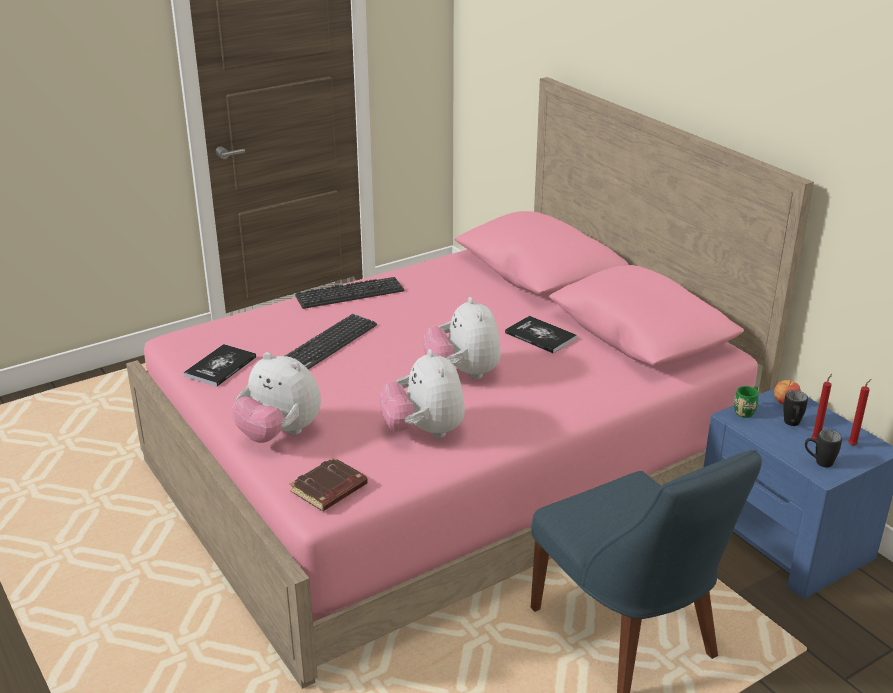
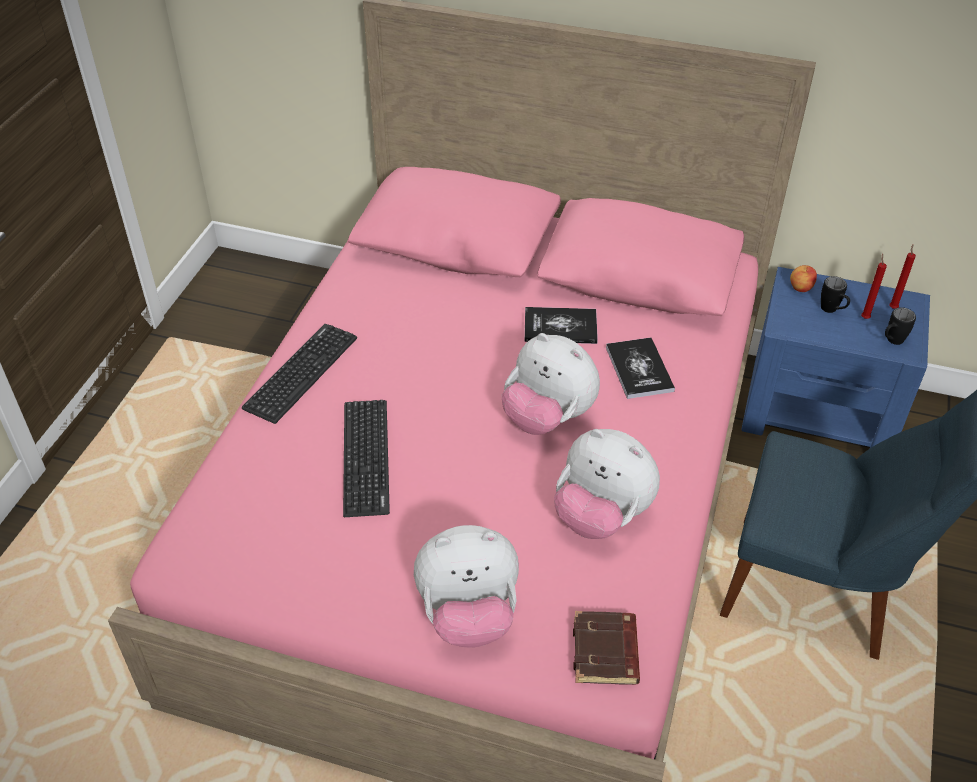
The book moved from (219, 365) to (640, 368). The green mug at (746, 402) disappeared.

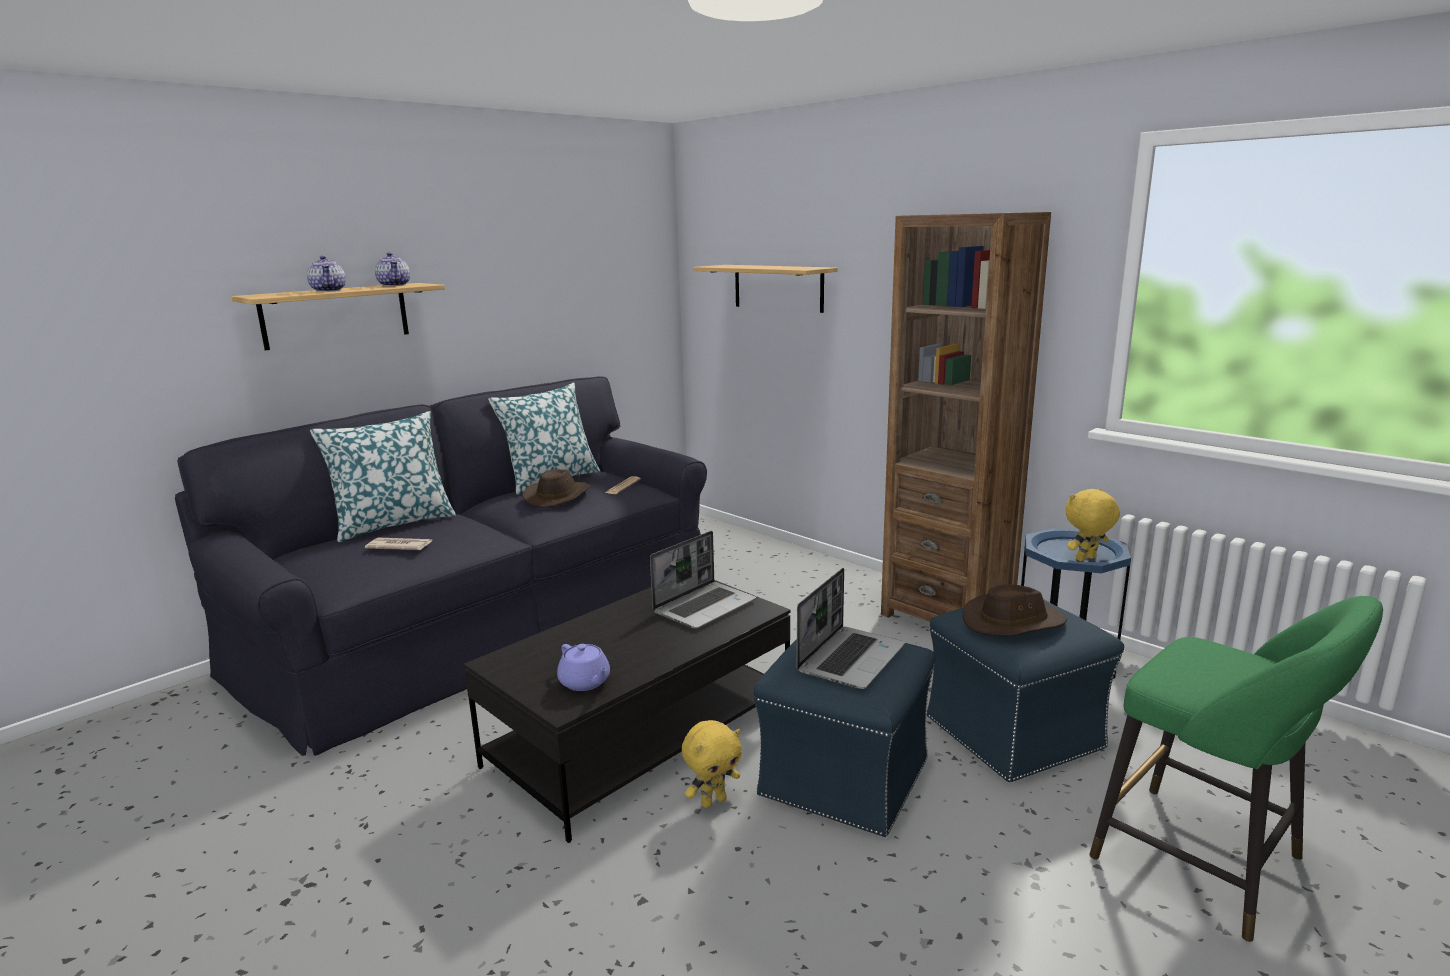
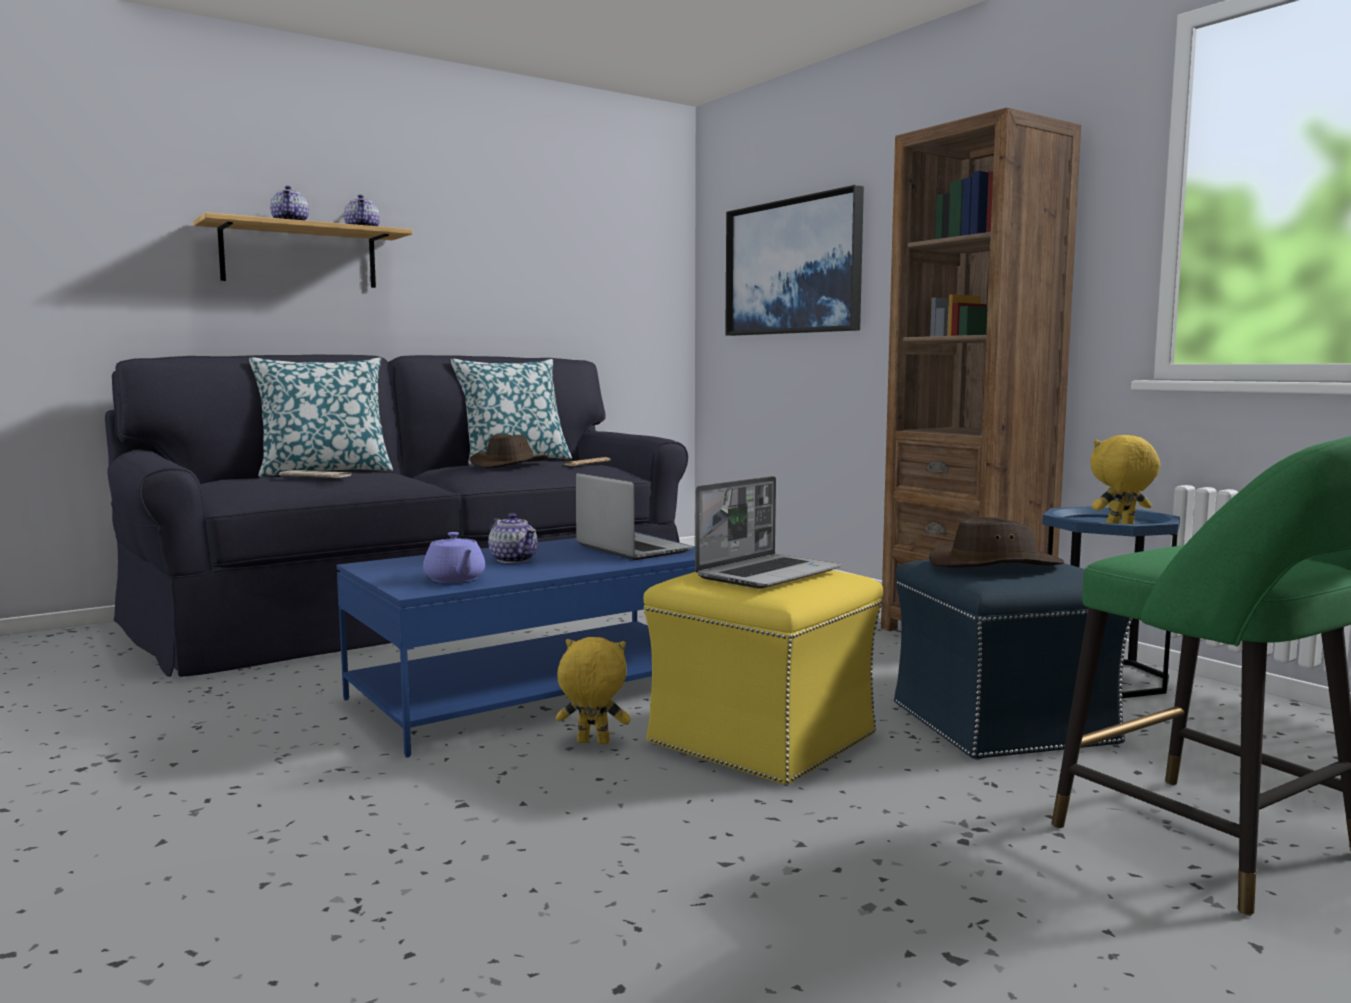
The black coffee table at (627, 711) became the blue coffee table at (516, 644). The teapot at (513, 538) appeared. The yellow plush toy at (712, 764) turned 150 degrees counterclockwise. The laptop at (703, 580) turned 90 degrees counterclockwise. The blue ottoman at (844, 738) became the yellow ottoman at (763, 678). The shelf at (765, 289) was replaced by the picture at (794, 260).

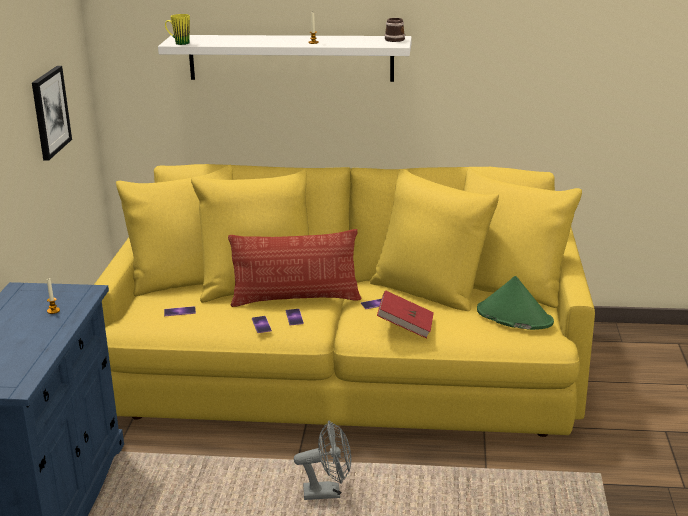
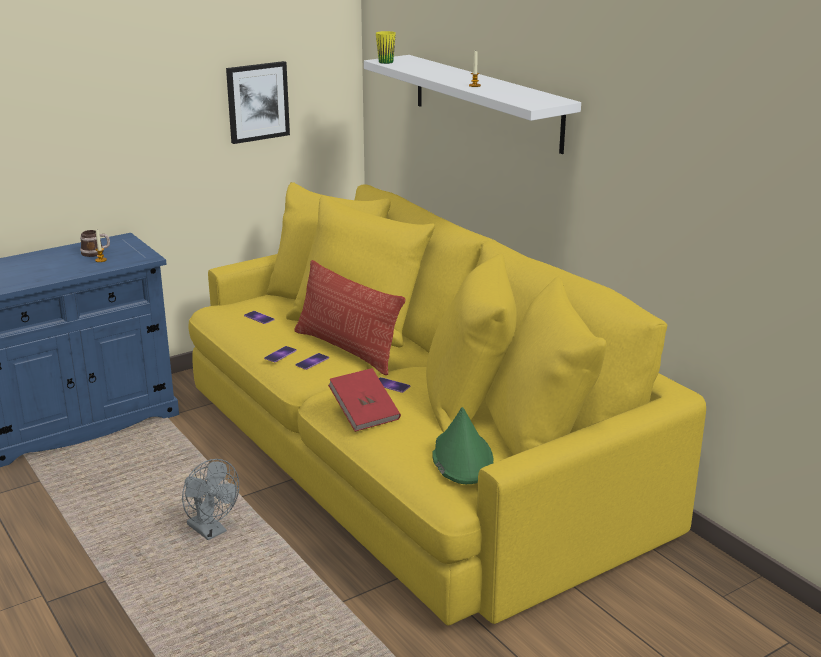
The mug moved from (394, 30) to (95, 243).

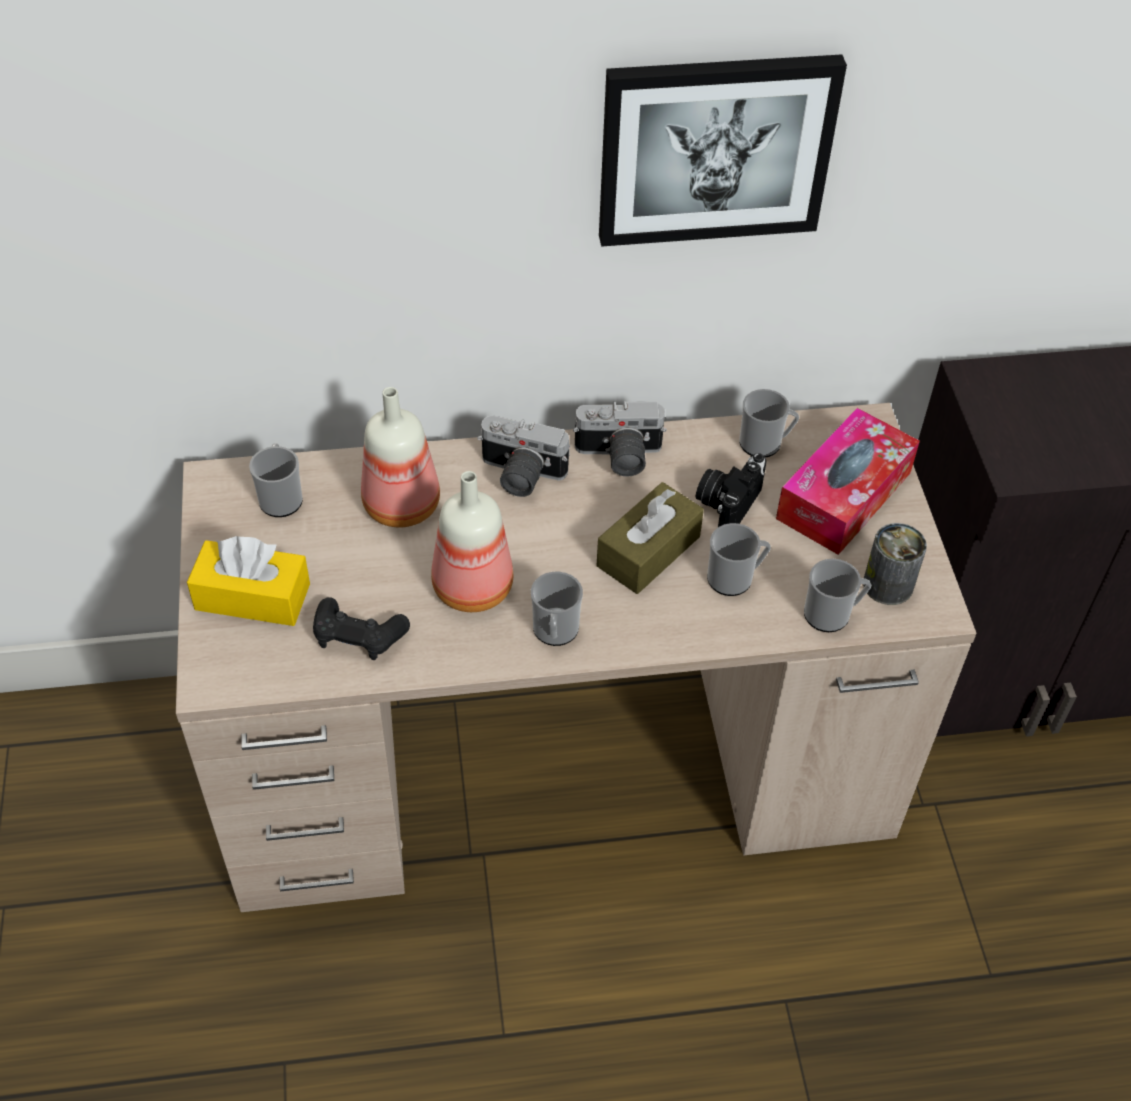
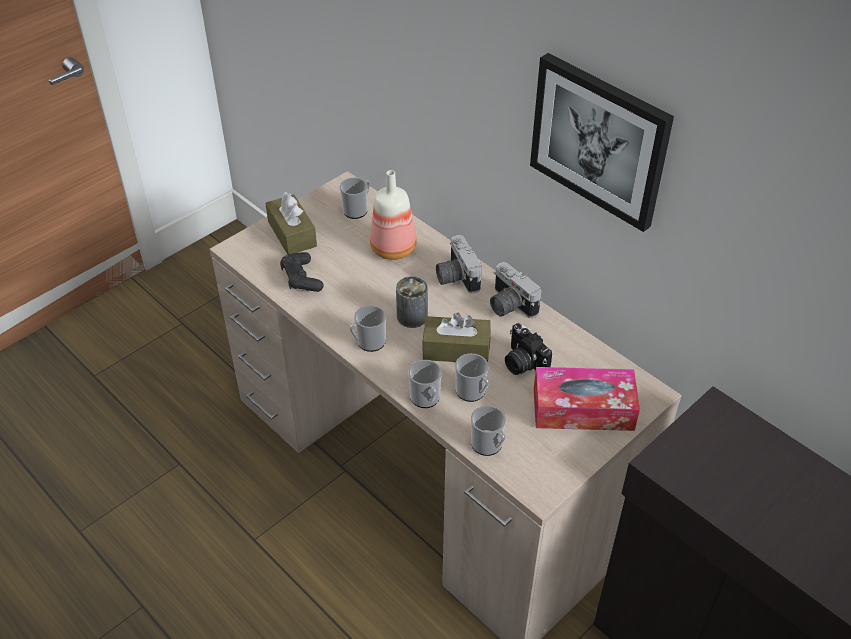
The yellow tissue box at (248, 581) became the brown tissue box at (291, 223). The can moved from (895, 564) to (412, 302). The mug moved from (769, 423) to (425, 384). The photo camera at (731, 490) turned 120 degrees counterclockwise. The bottle at (472, 541) disappeared.

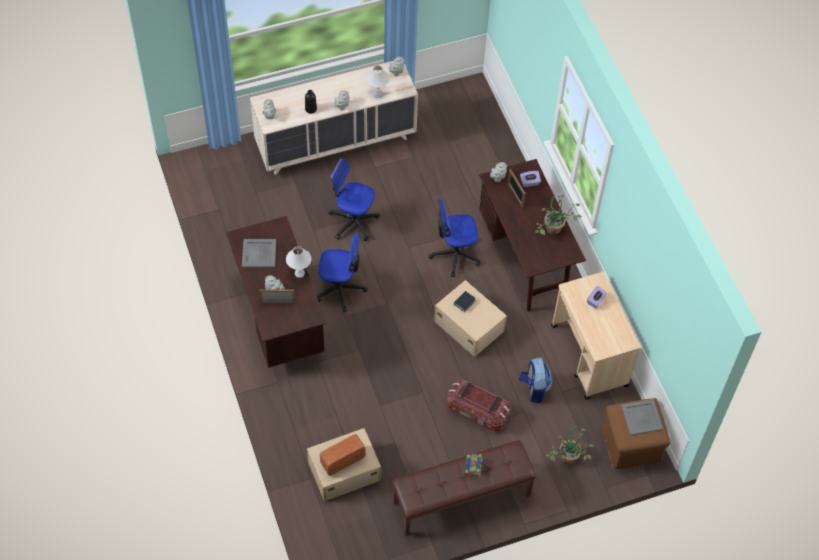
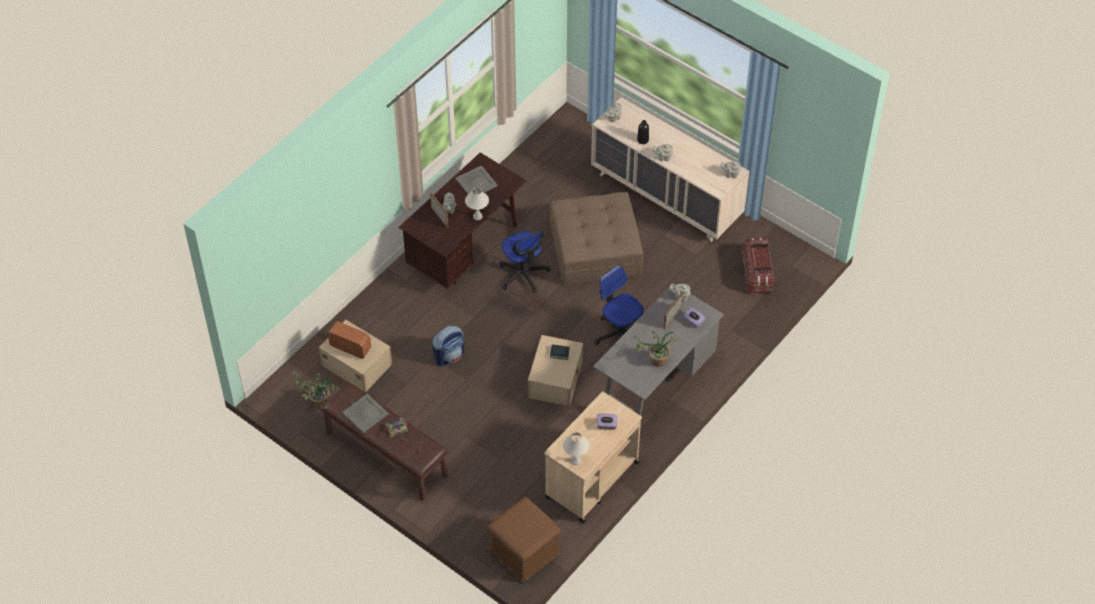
The potted plant moved from (569, 445) to (316, 390). The grey tray moved from (642, 417) to (365, 413). The backpack moved from (535, 380) to (448, 345). The office chair at (354, 199) was replaced by the brown ottoman at (596, 238). The white table lamp moved from (378, 82) to (576, 448). The brown desk at (532, 235) became the grey desk at (658, 349). The storage box moved from (479, 405) to (758, 265).

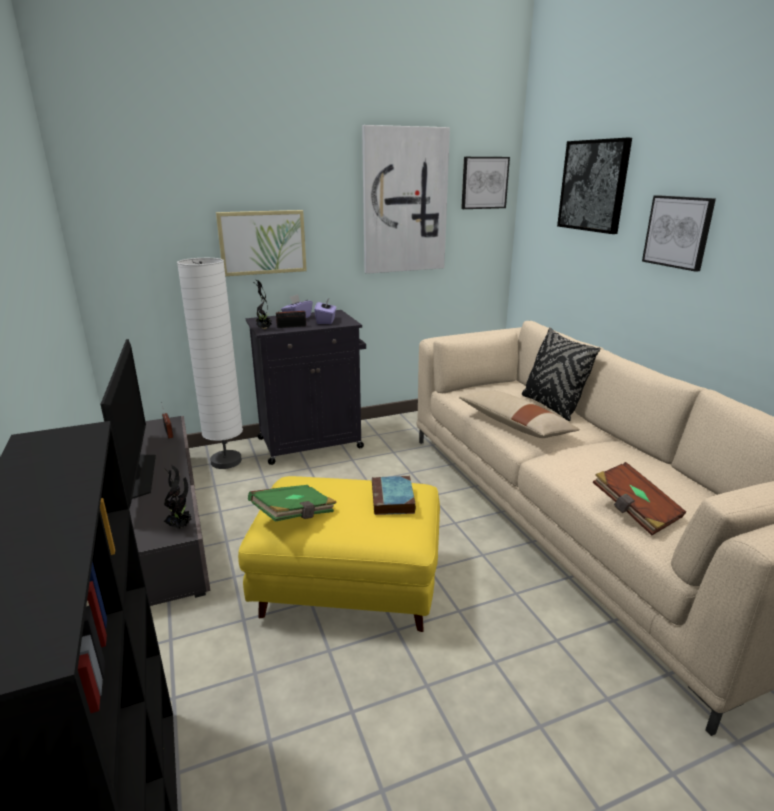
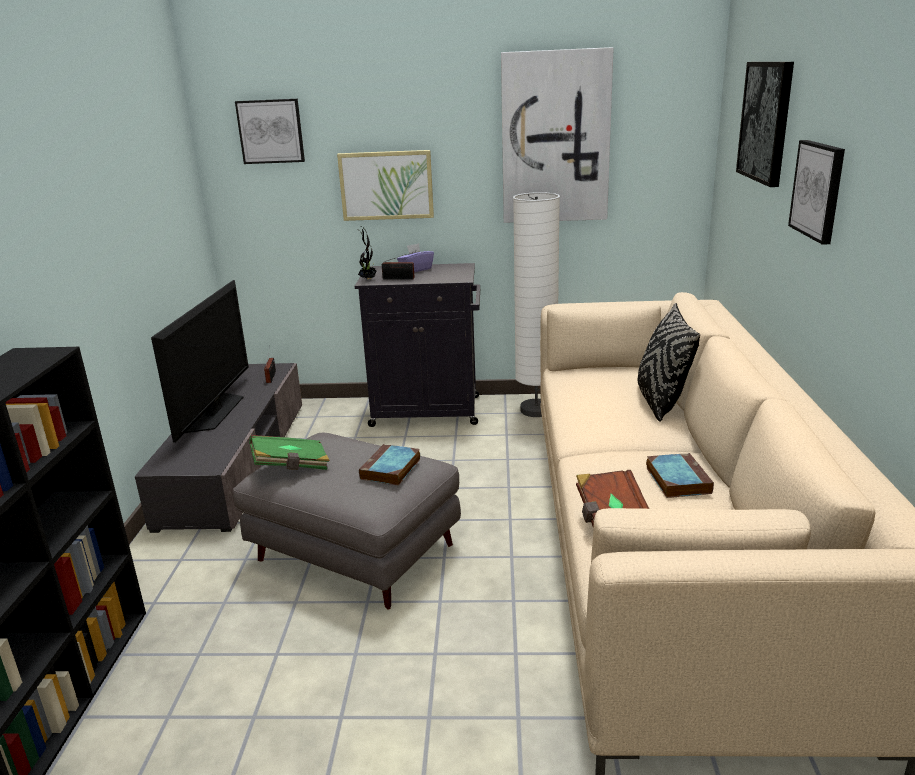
The yellow ottoman at (339, 554) became the grey ottoman at (347, 521). The picture moved from (485, 183) to (270, 131). The white floor lamp moved from (210, 363) to (536, 304). The book at (680, 475) appeared. The potted plant at (177, 497) disappeared. The purple tissue box at (325, 310) disappeared. The beige pillow at (519, 414) disappeared.

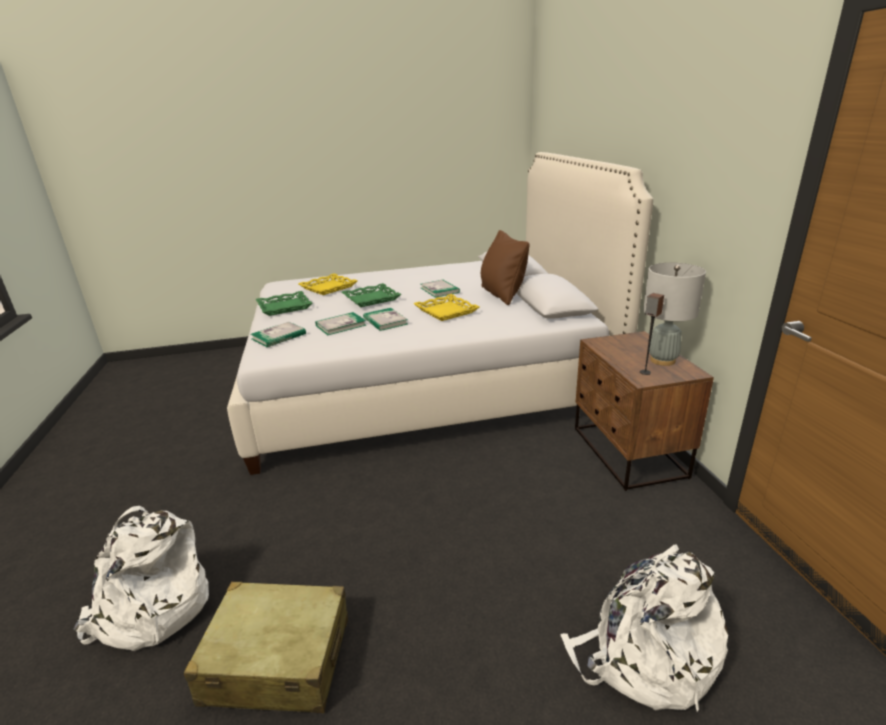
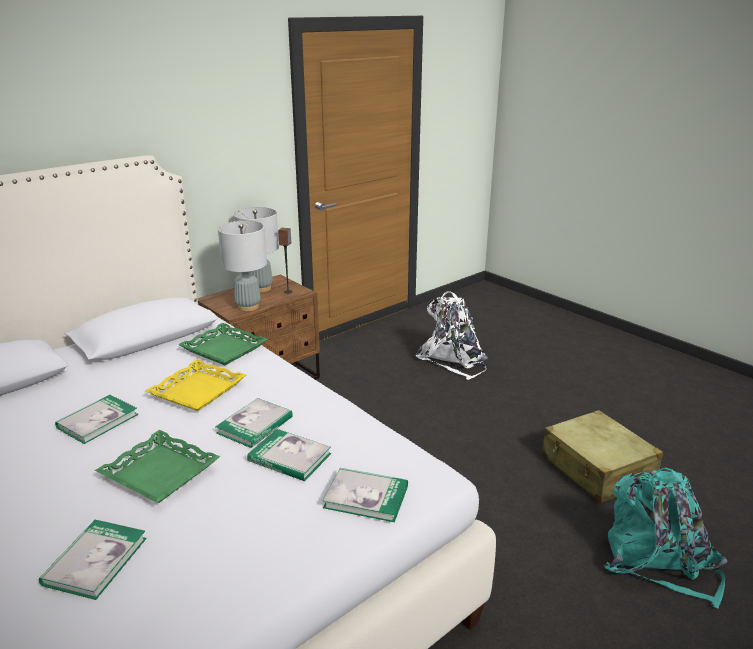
The yellow tray at (327, 284) was replaced by the book at (93, 560). The green tray moved from (284, 303) to (223, 344). The grey table lamp at (242, 266) appeared. The white backpack at (141, 578) became the turquoise backpack at (666, 538). The brown pillow at (505, 267) disappeared.

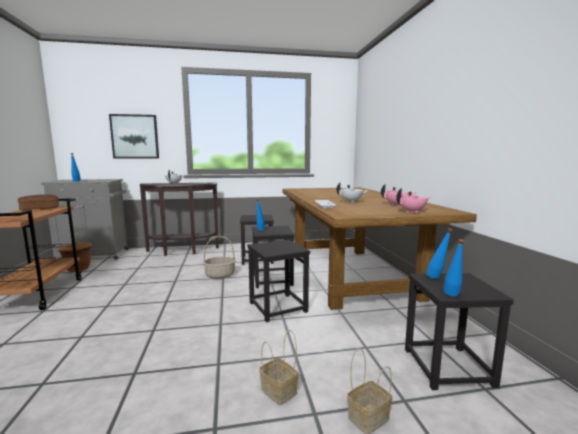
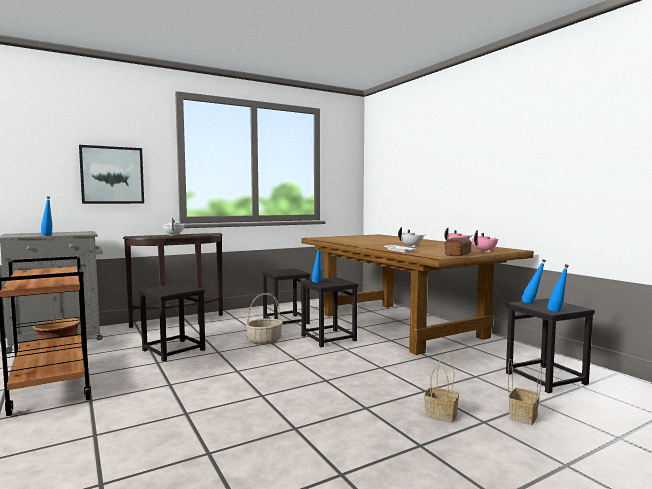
The black stool moved from (278, 281) to (172, 322). The bread moved from (38, 202) to (458, 246).

